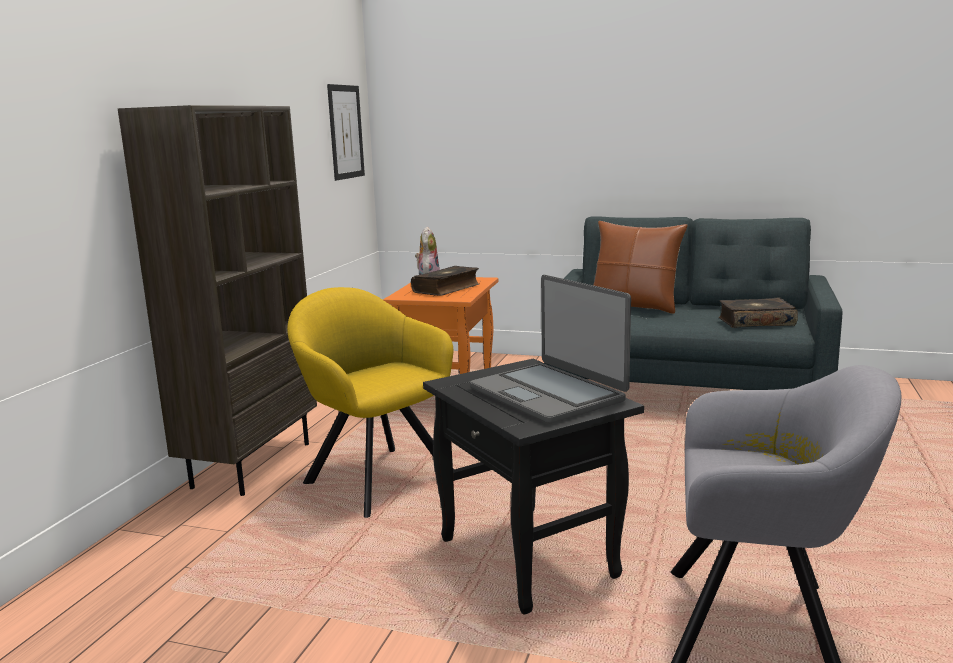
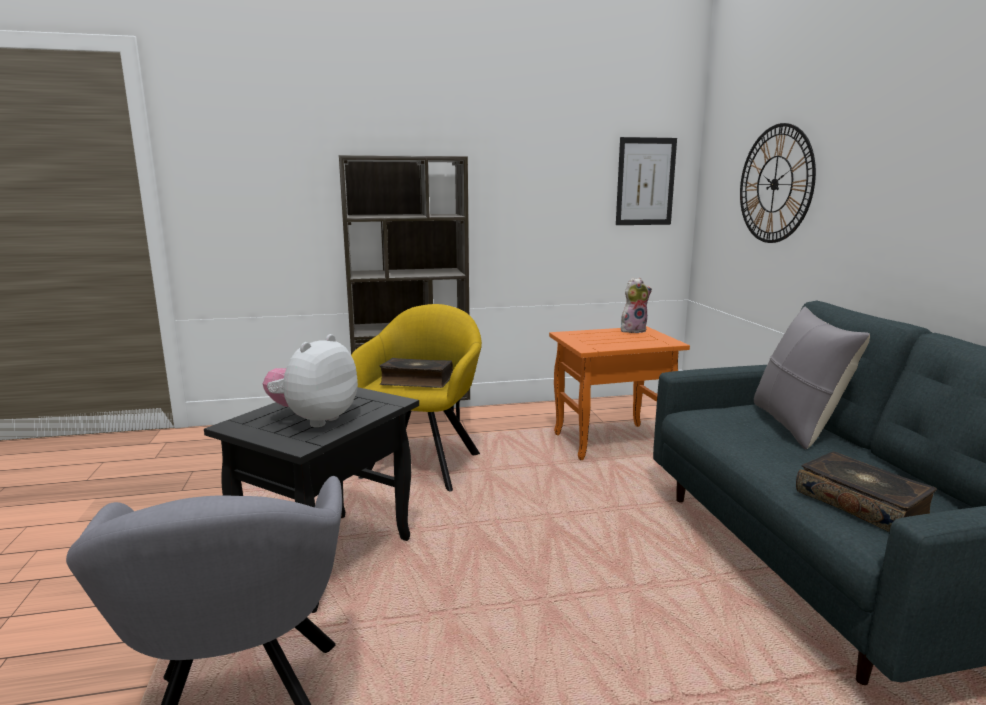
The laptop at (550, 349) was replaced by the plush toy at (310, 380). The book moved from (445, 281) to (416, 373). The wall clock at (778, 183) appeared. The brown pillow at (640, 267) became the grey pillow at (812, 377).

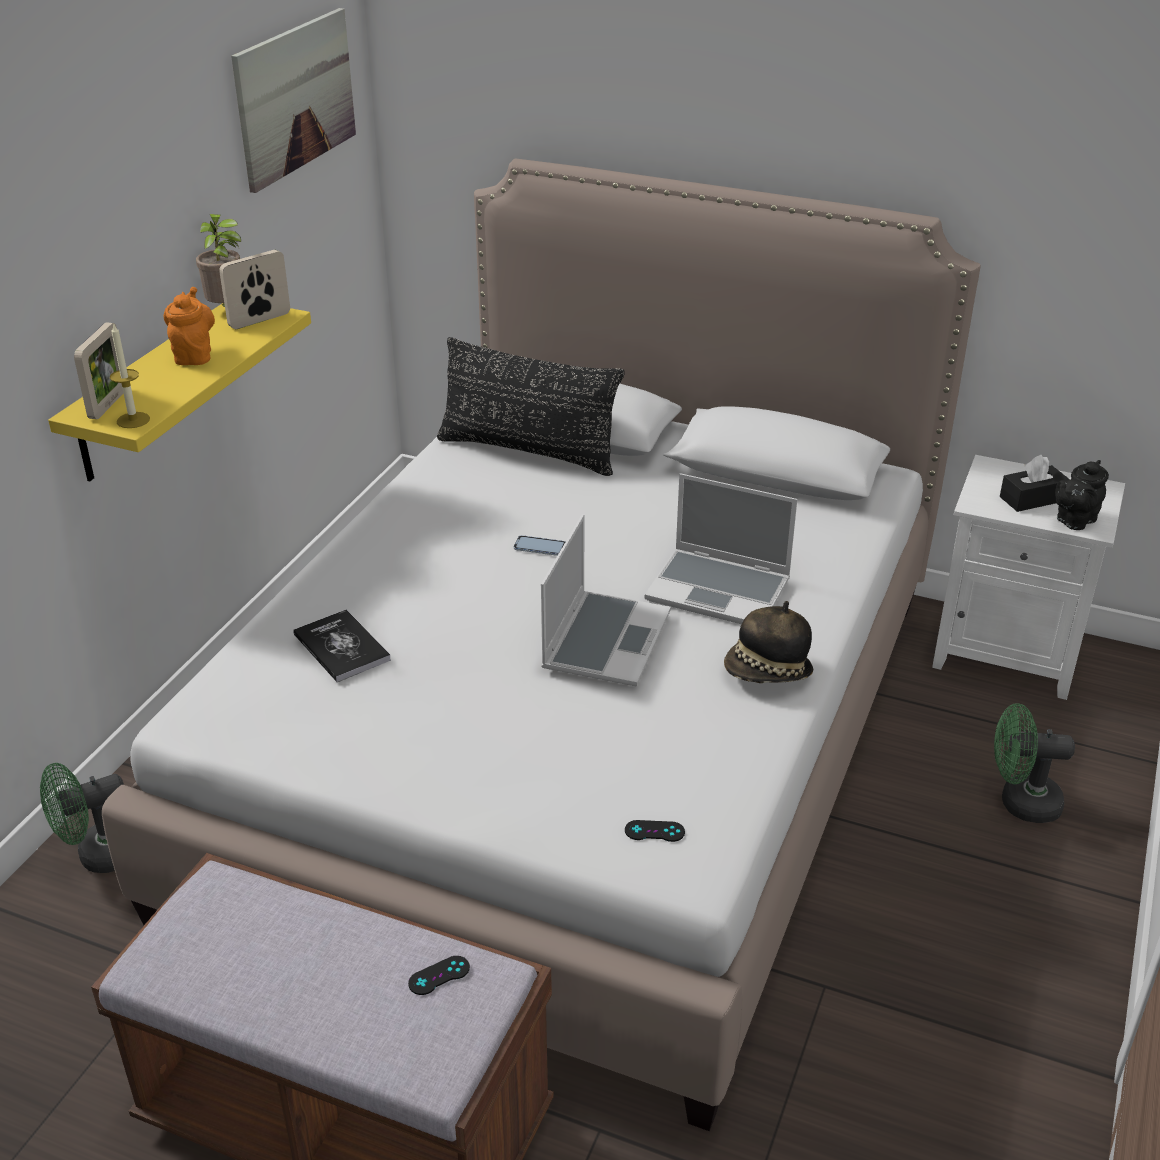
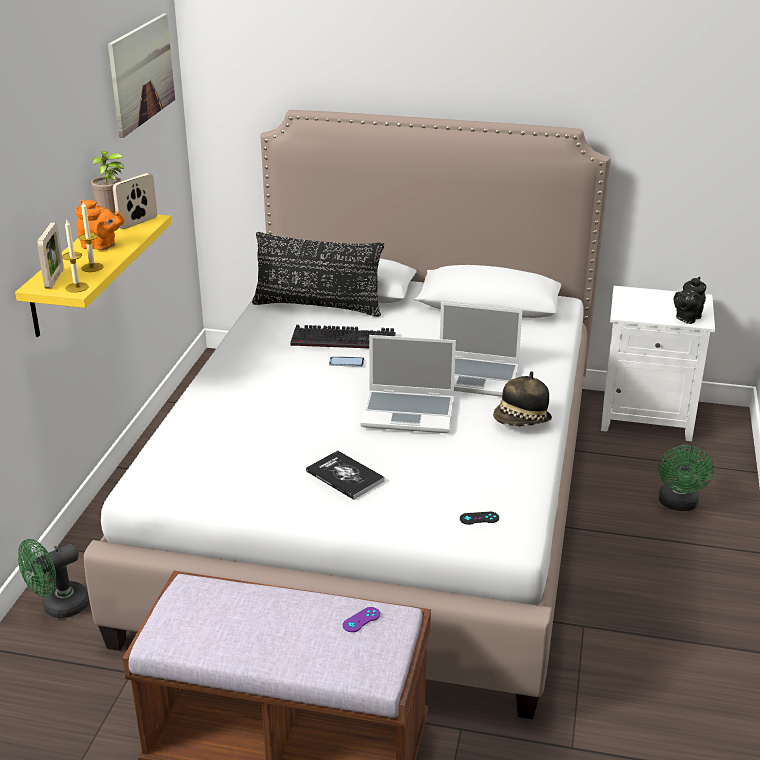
The orange teapot at (189, 326) turned 120 degrees clockwise. The candle at (91, 237) appeared. The keyboard at (342, 336) appeared. The book moved from (342, 646) to (345, 475). The black game controller at (439, 975) became the purple game controller at (361, 619). The laptop at (606, 600) turned 90 degrees clockwise. The green fan at (1034, 763) turned 75 degrees counterclockwise. The black tissue box at (1035, 483) disappeared.

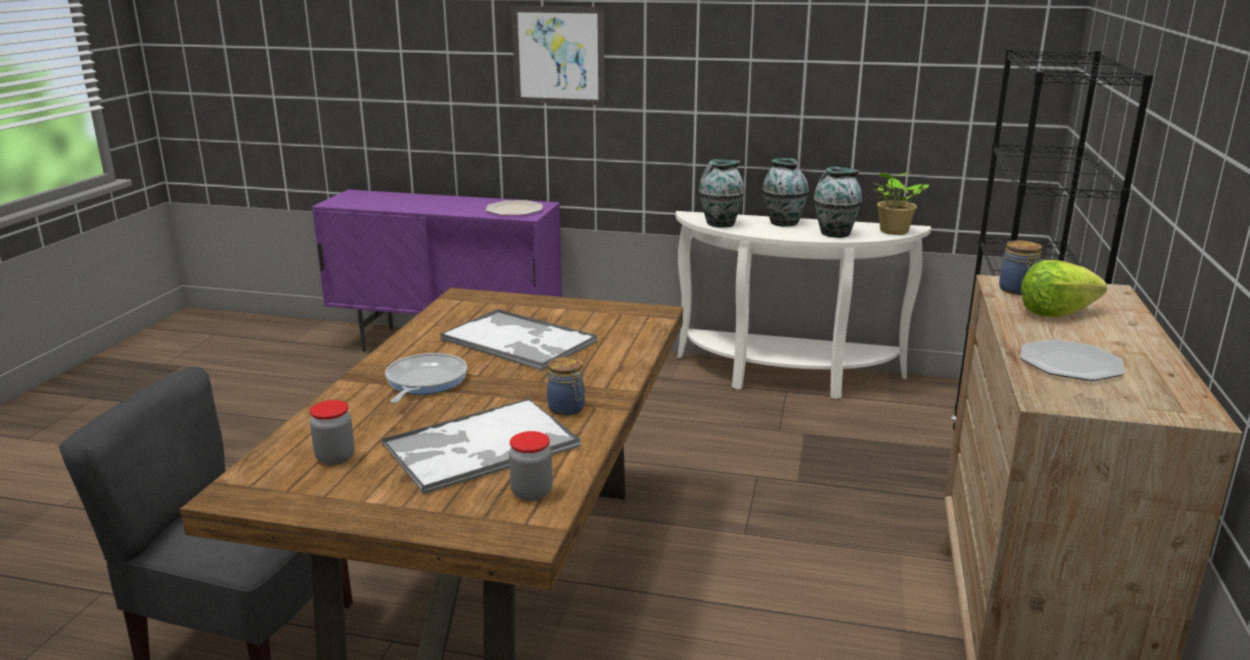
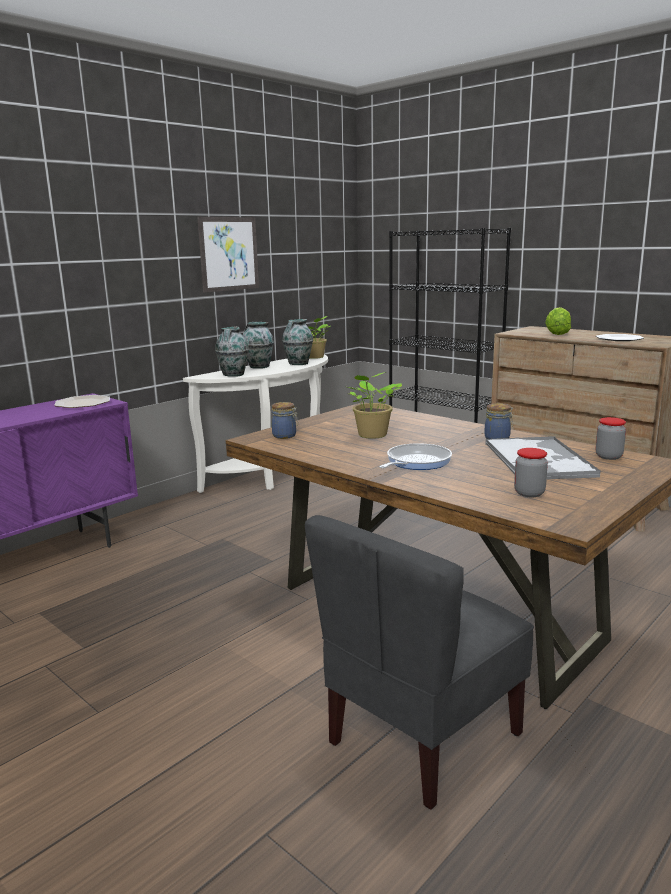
The picture moved from (558, 55) to (228, 254). The jar moved from (1020, 267) to (285, 420). The tray at (518, 340) was replaced by the potted plant at (374, 405). The frying pan at (426, 378) turned 90 degrees clockwise.

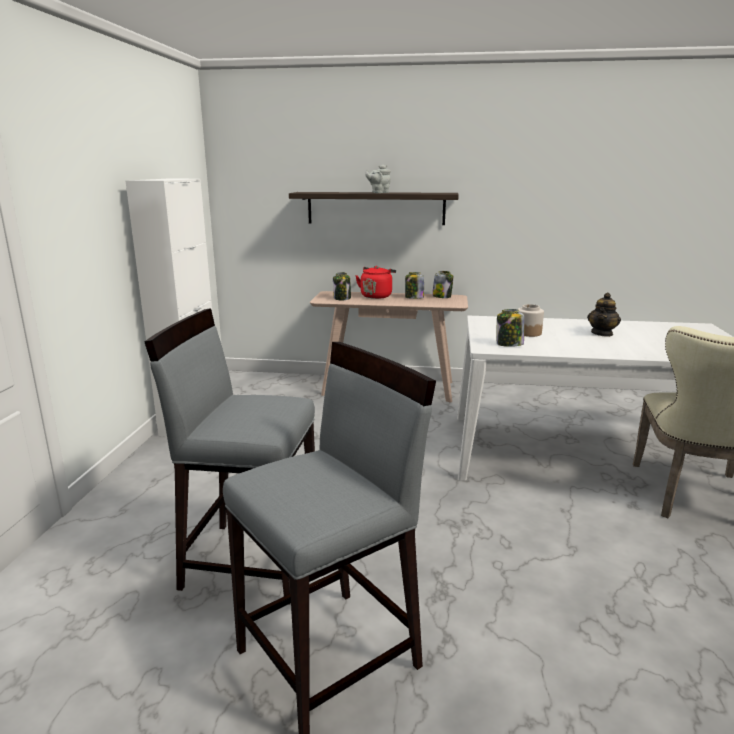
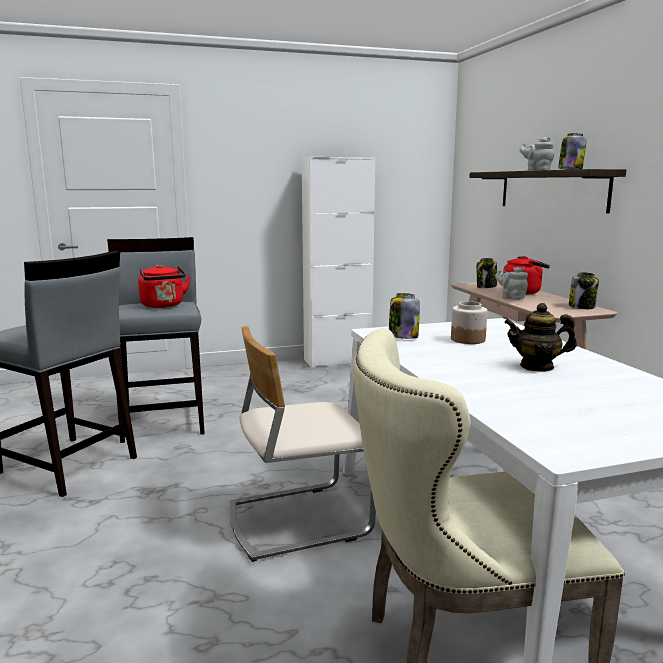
The red kettle at (164, 286) appeared. The beige chair at (302, 444) appeared. The grey teapot at (511, 283) appeared. The jar moved from (414, 285) to (572, 151).

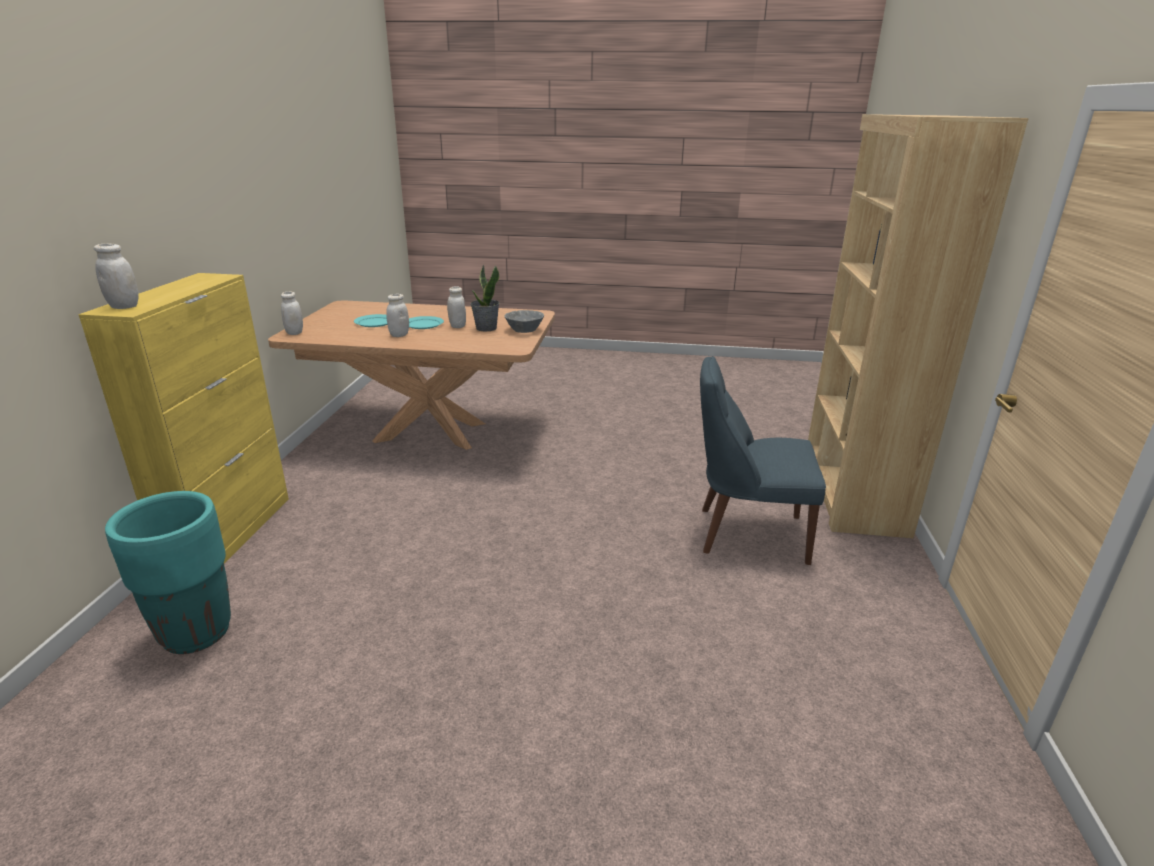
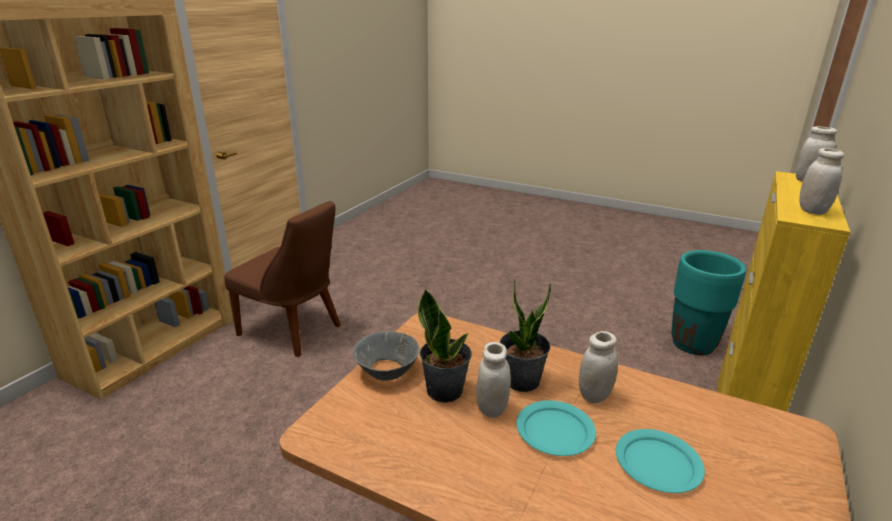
The blue chair at (763, 460) became the brown chair at (282, 279). The potted plant at (525, 335) appeared. The white jar moved from (292, 313) to (822, 181).

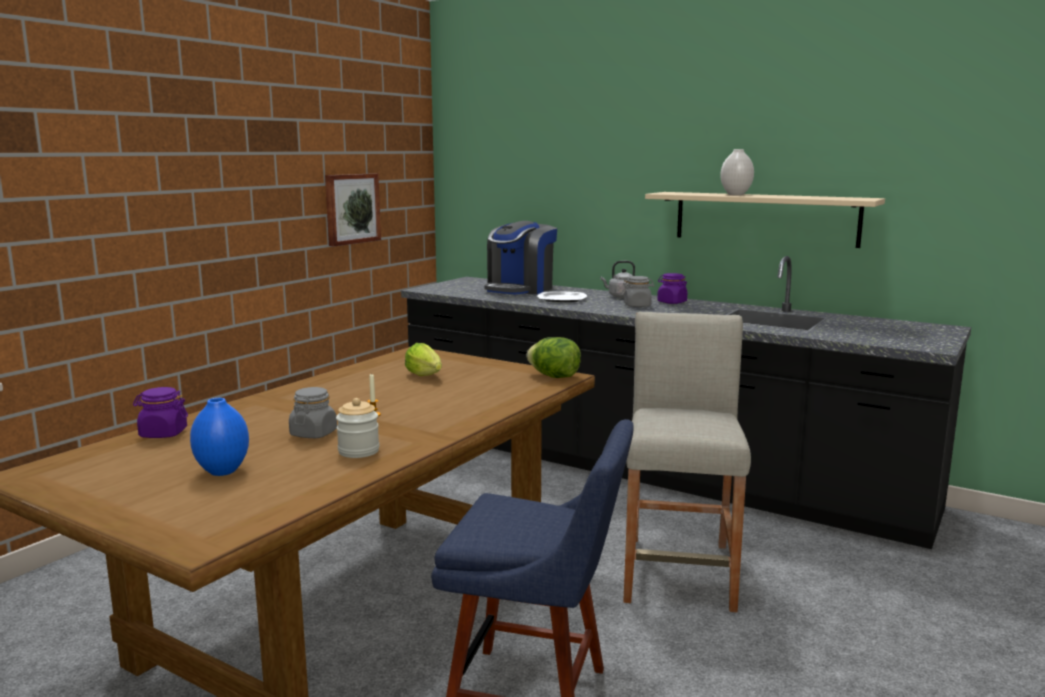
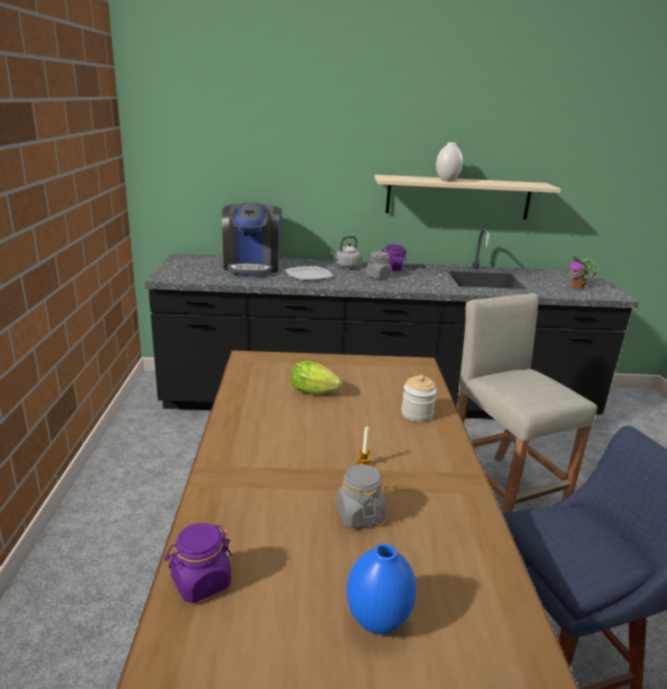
The jar moved from (357, 428) to (419, 398). The potted plant at (584, 272) appeared. The picture at (353, 209) disappeared. The lettuce at (553, 357) disappeared.

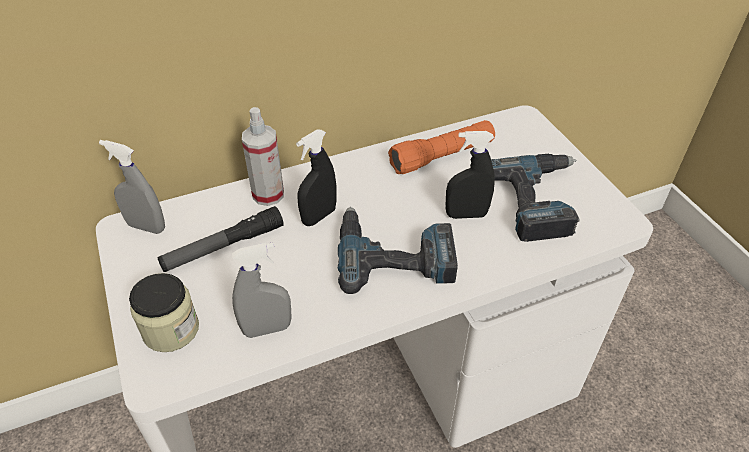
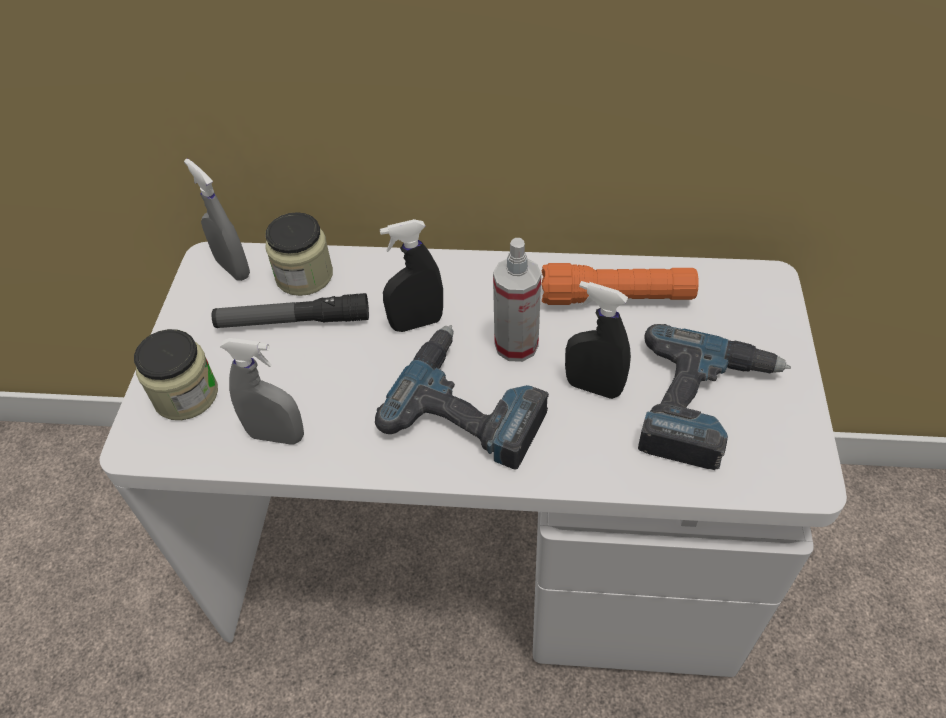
The jar at (299, 254) appeared. The spray bottle moved from (263, 156) to (517, 300).

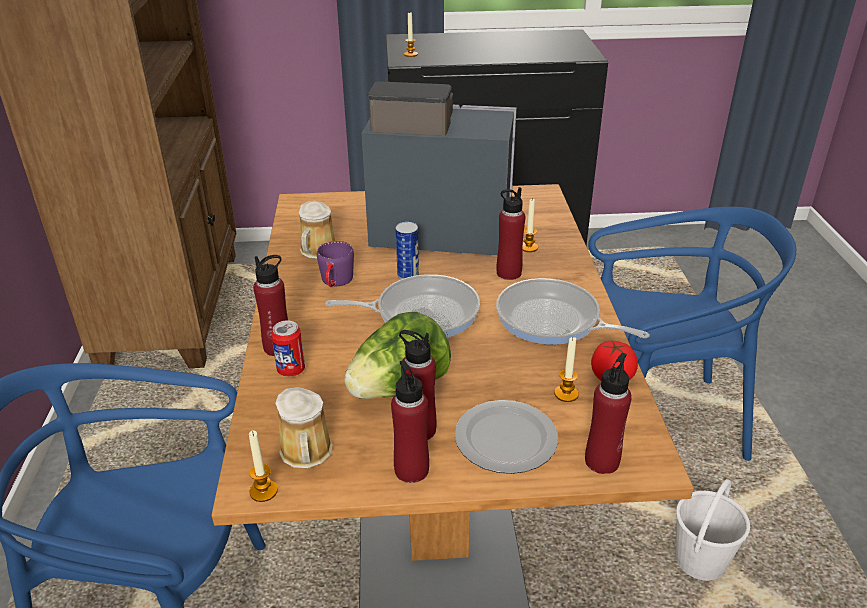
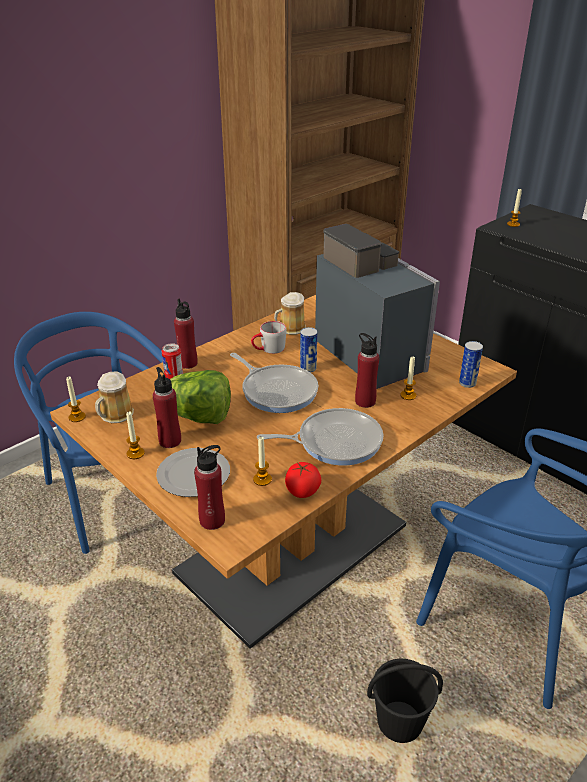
The red bottle at (410, 421) was replaced by the candle at (135, 435). The purple mug at (335, 264) became the grey mug at (269, 337). The frying pan at (572, 311) turned 90 degrees clockwise. The white bucket at (712, 530) became the black bucket at (405, 701). The can at (471, 364) appeared.

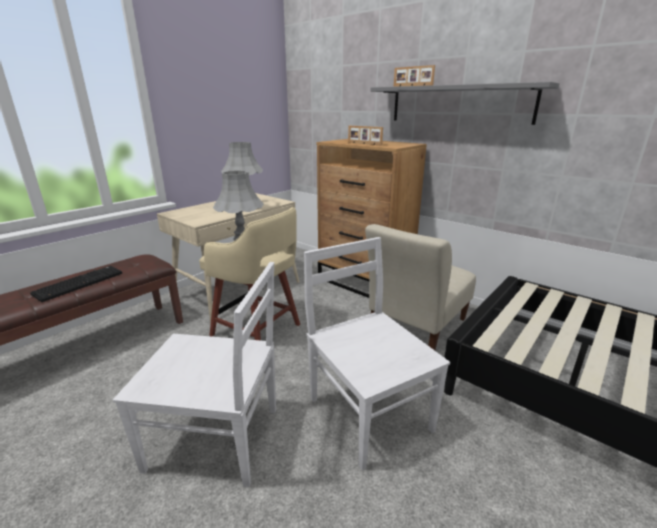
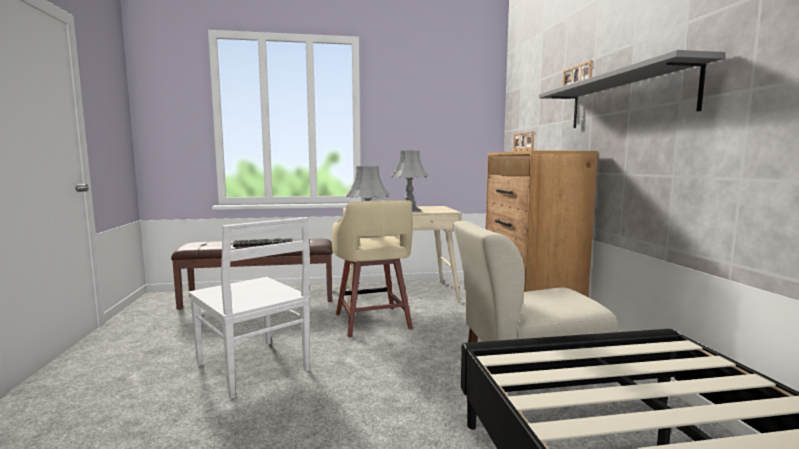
The white chair at (377, 353) disappeared.

